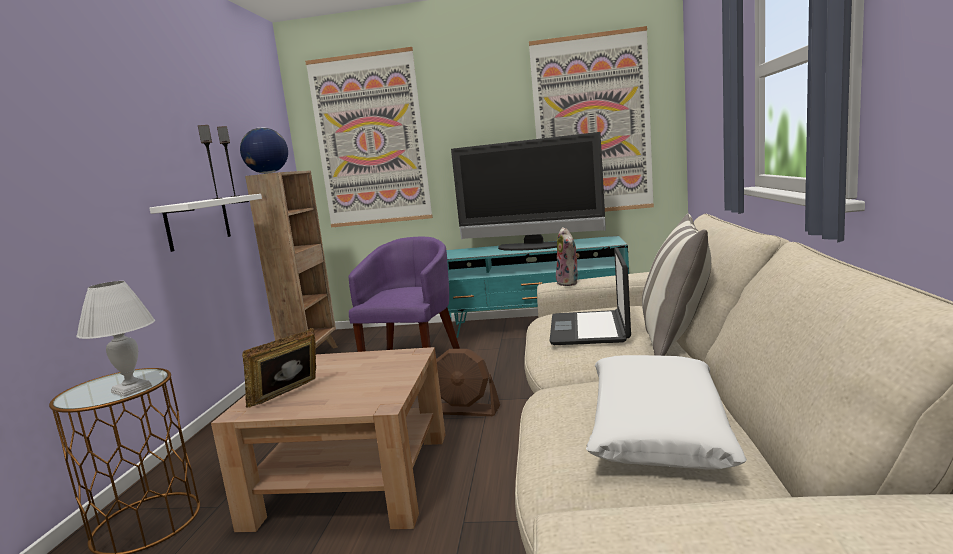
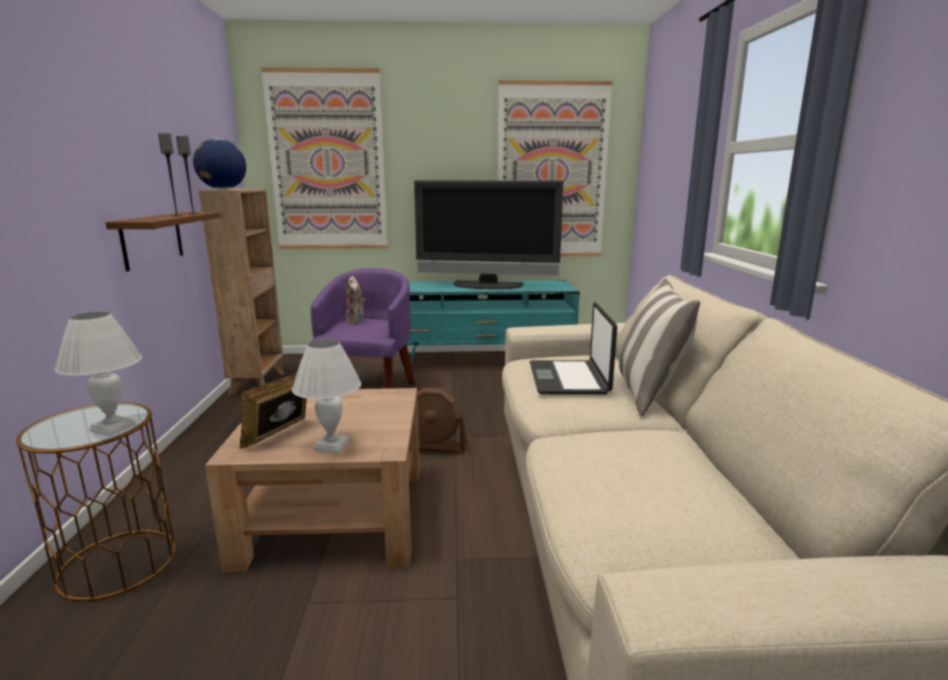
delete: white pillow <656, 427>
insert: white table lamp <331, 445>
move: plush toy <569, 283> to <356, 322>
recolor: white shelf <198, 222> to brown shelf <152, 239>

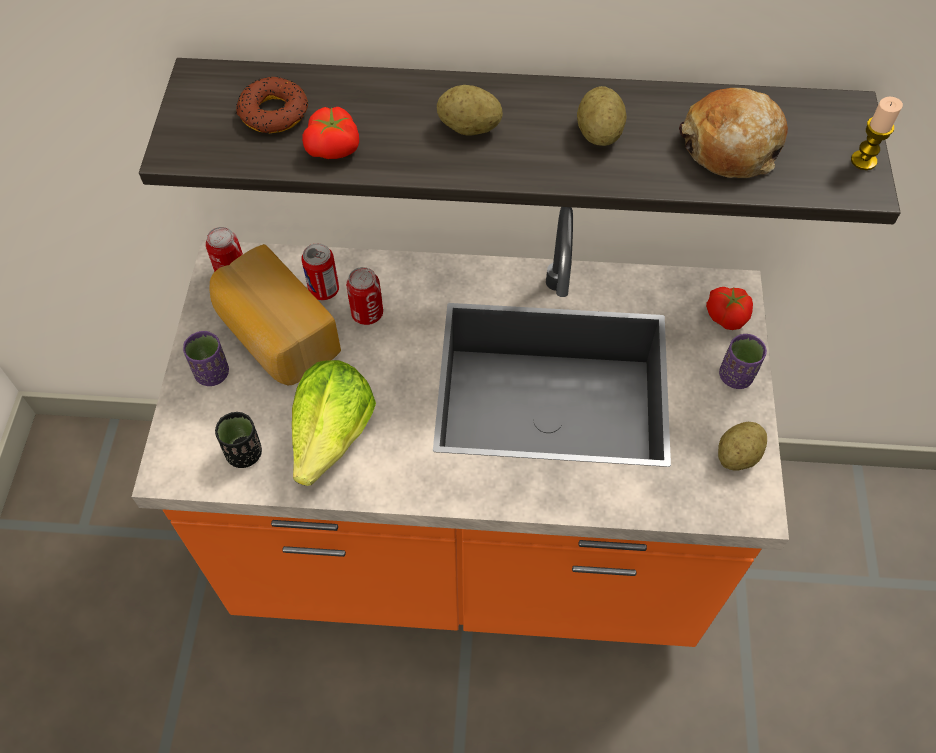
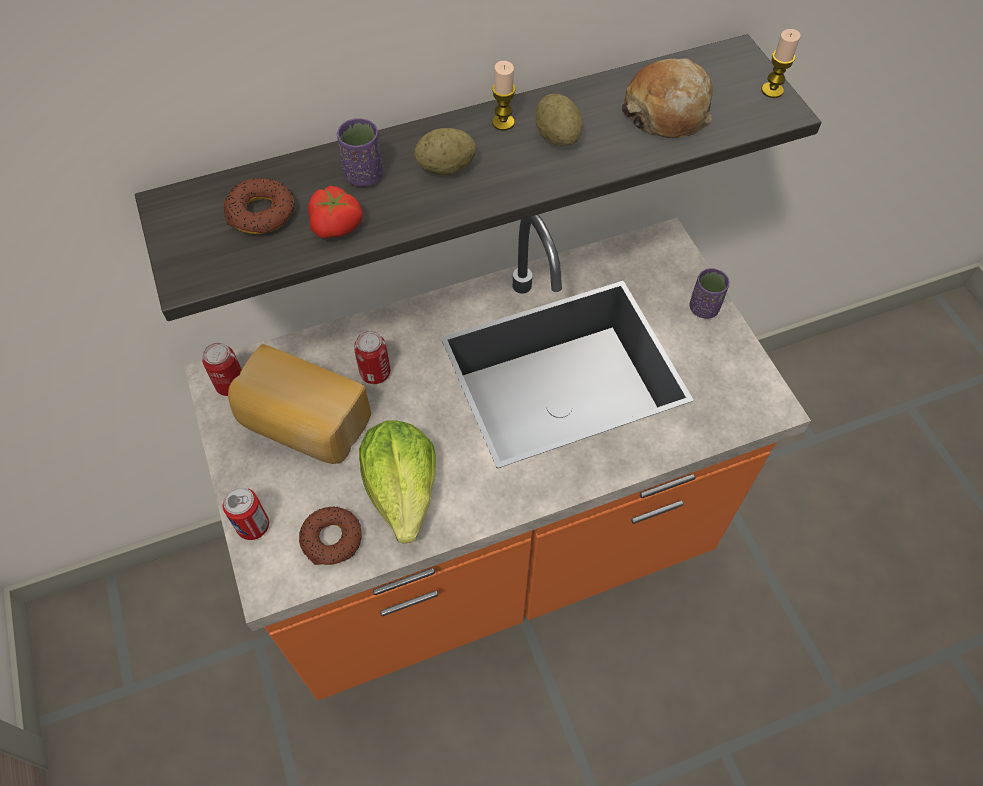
delete: tomato <727, 315>; potato <737, 455>
insert: candle <503, 122>
move: can <324, 290> to <253, 526>; purple cup <212, 373> to <364, 175>
replace: black cup <244, 453> to donut <332, 539>

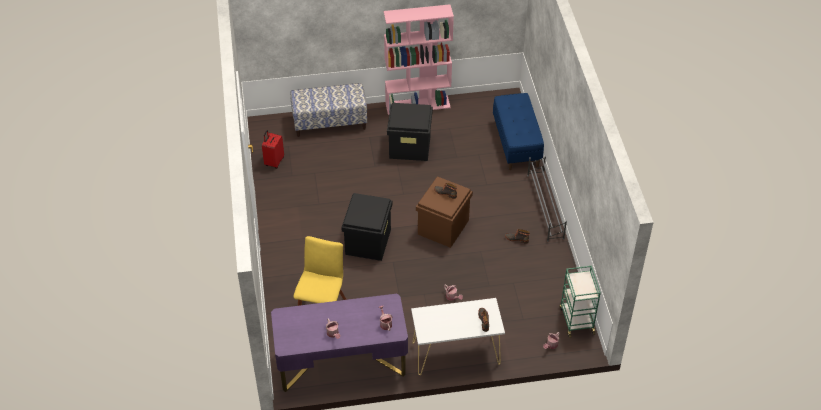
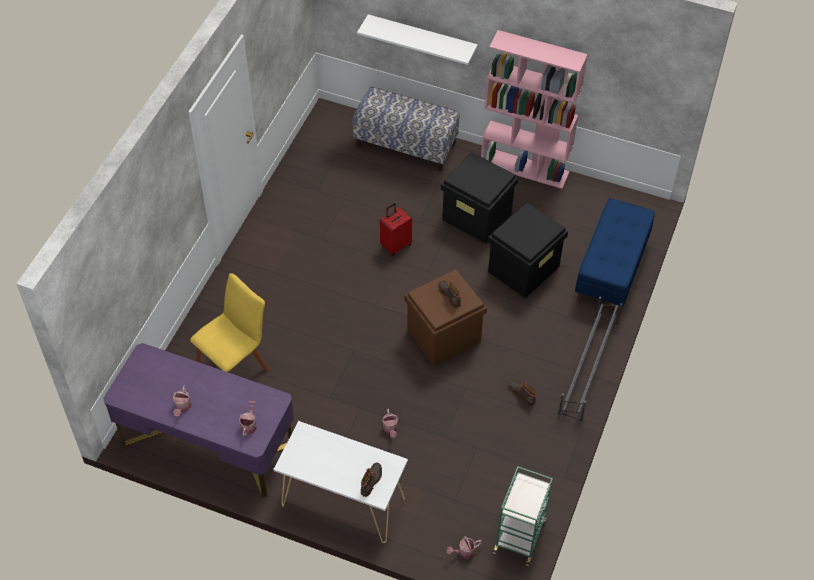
insert: white shelf <422, 38>
move: red suitcase <274, 162> to <395, 245>; black storage box <368, 241> to <524, 268>

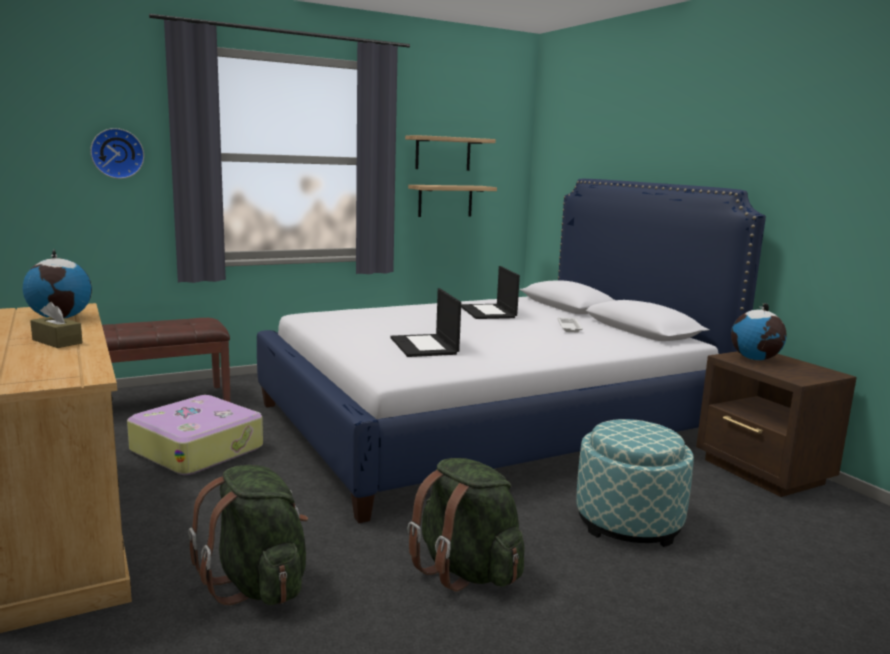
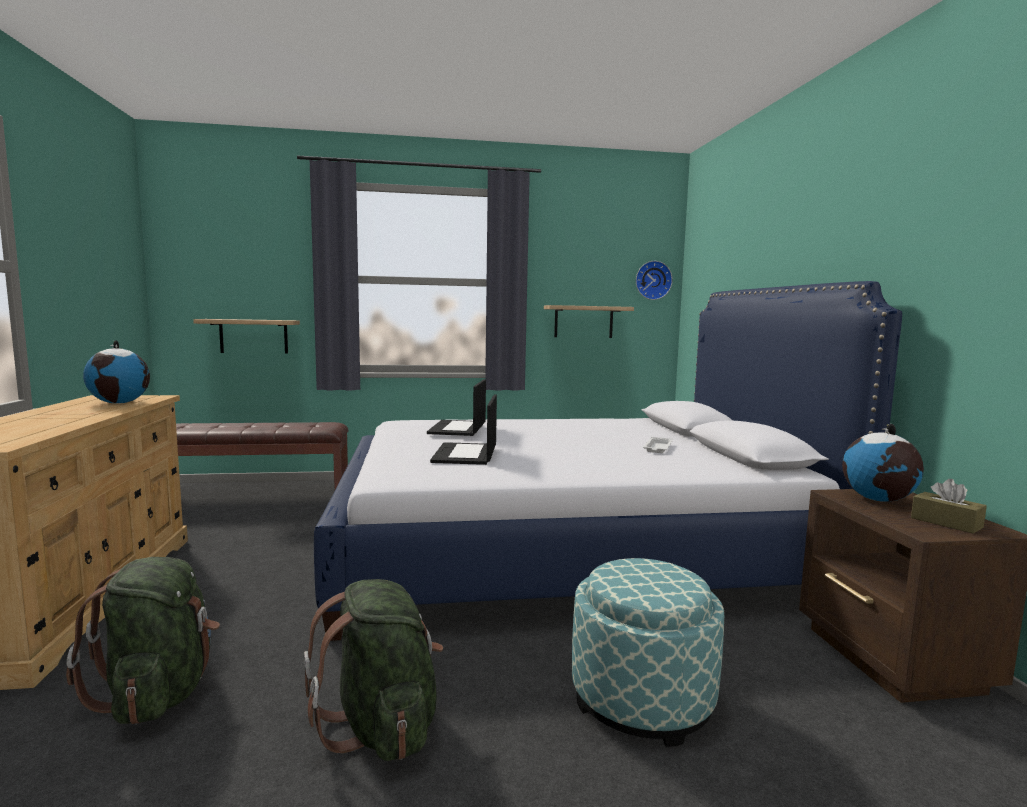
delete: suitcase <198, 448>
move: wall clock <117, 153> to <652, 280>; shelf <443, 153> to <254, 336>; laptop <488, 312> to <458, 429>; brown tissue box <57, 341> to <946, 522>

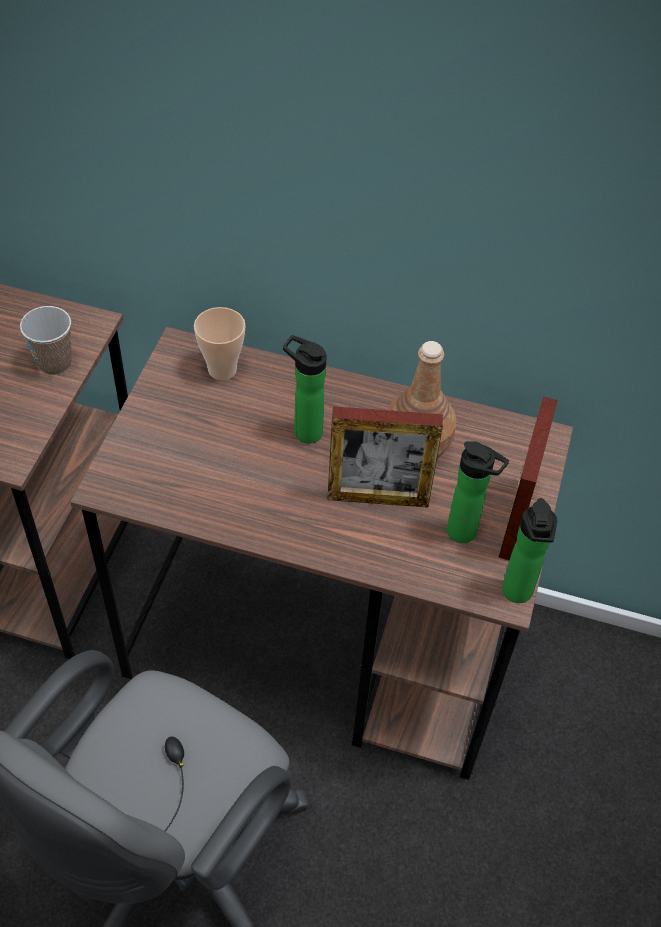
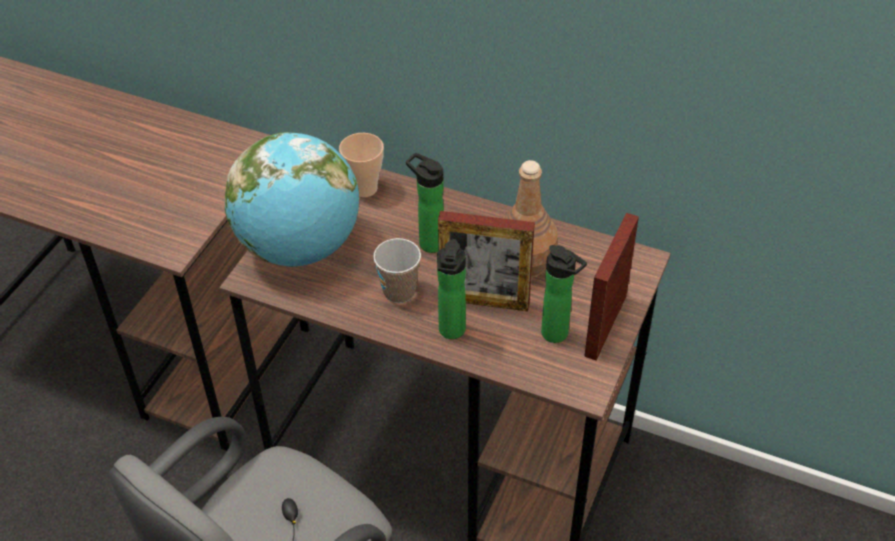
insert: globe <300, 247>
move: cup <54, 363> to <399, 292>; bottle <517, 595> to <451, 333>

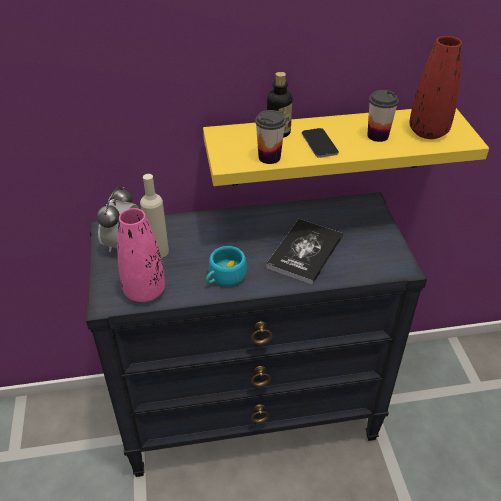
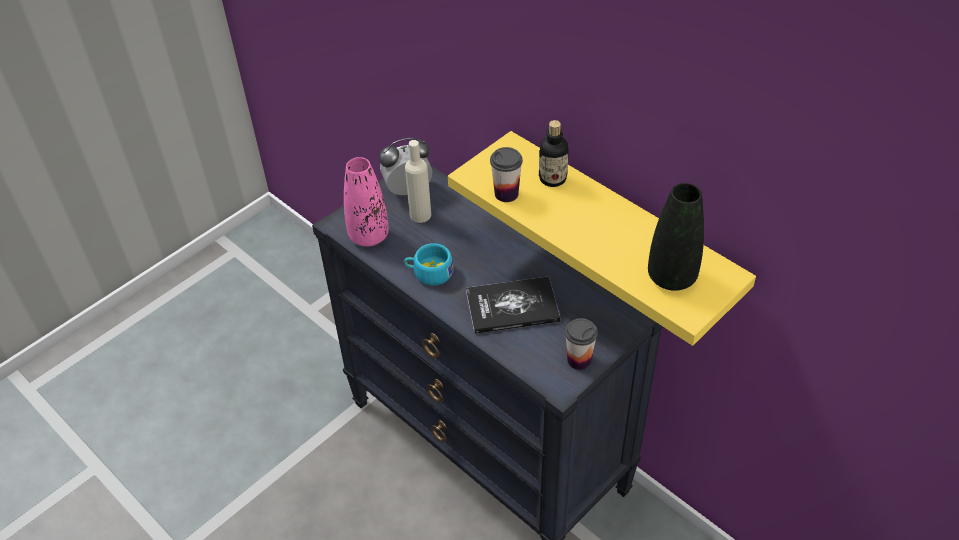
delete: phone <319, 144>
move: cup <377, 136> to <579, 360>
recolor: red vase <428, 132> to black vase <671, 277>

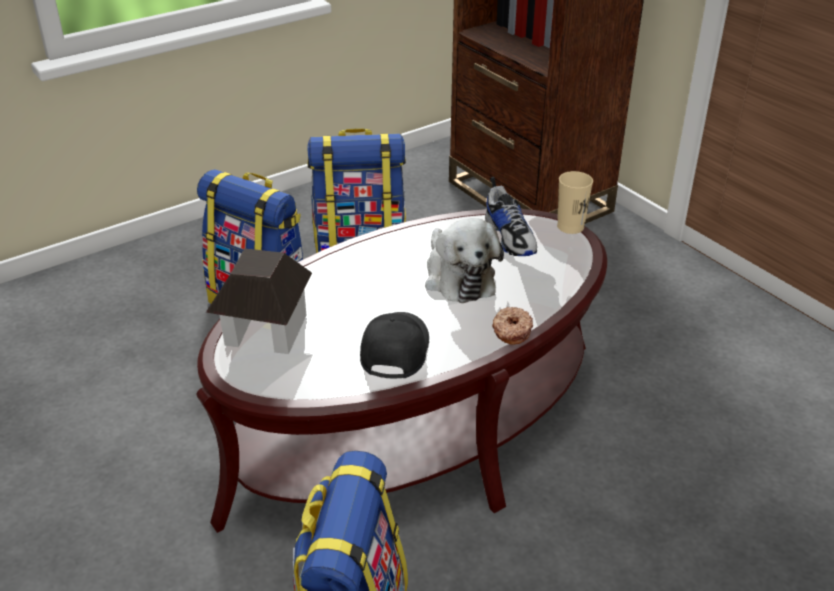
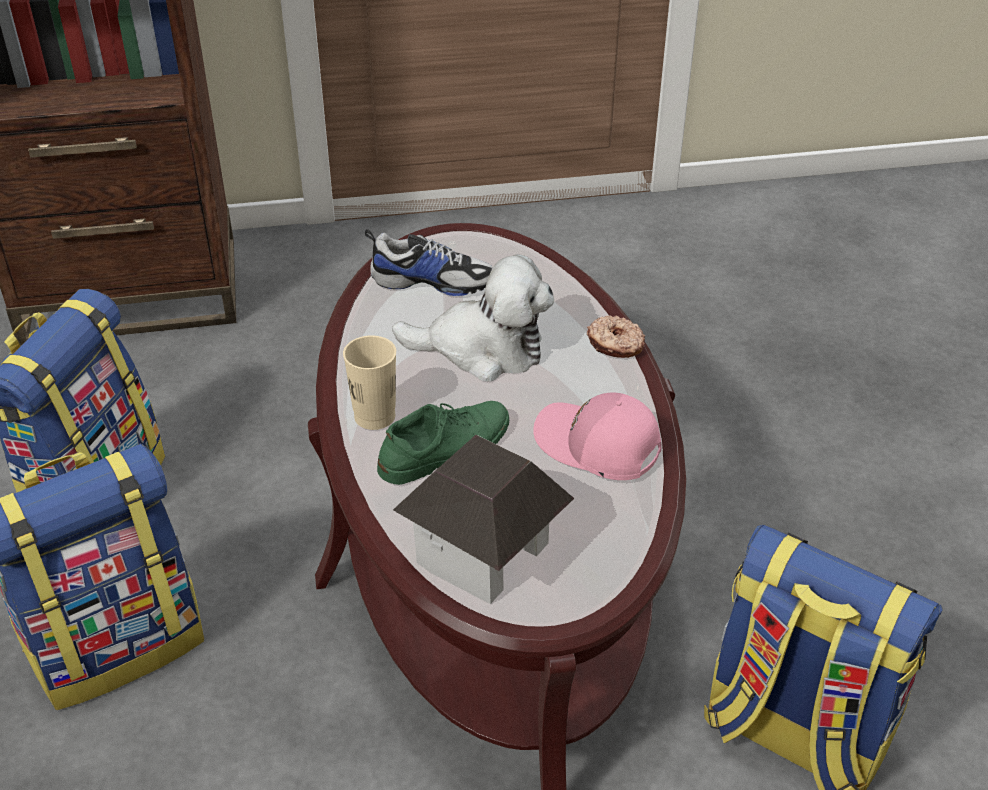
insert: green shoe <445, 449>
move: beige cup <570, 227> to <374, 416>
recolor: black cap <393, 351> to pink cap <597, 447>

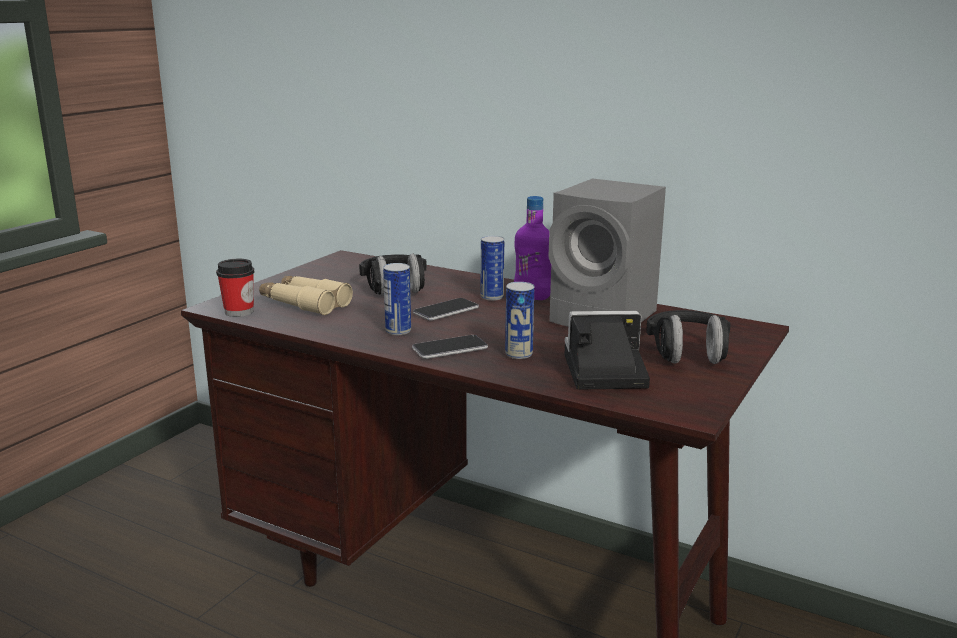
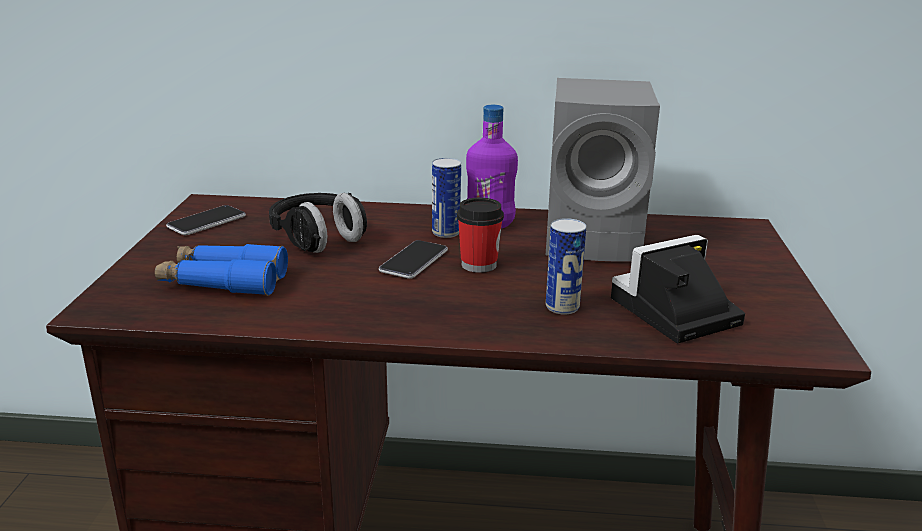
delete: can <398, 331>; black headphones <687, 353>
move: cup <239, 312> to <479, 265>; phone <450, 348> to <207, 222>
recolor: beige binoculars <305, 303> to blue binoculars <223, 281>

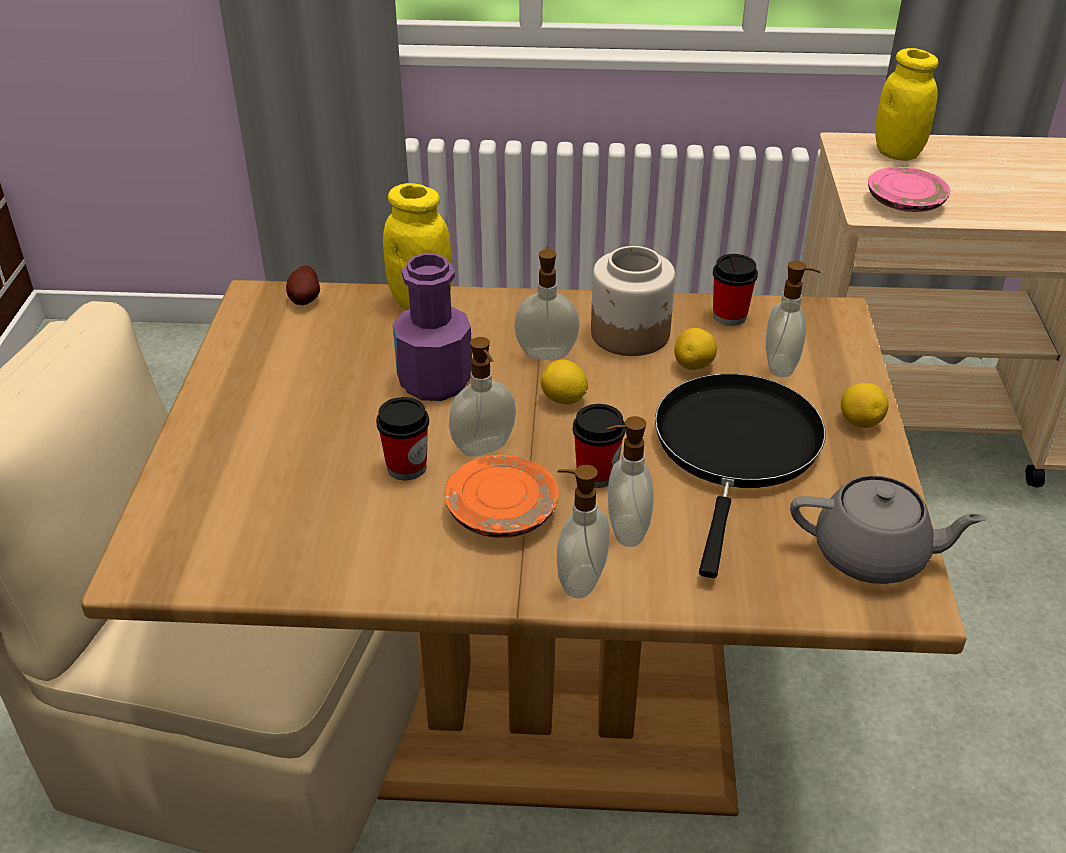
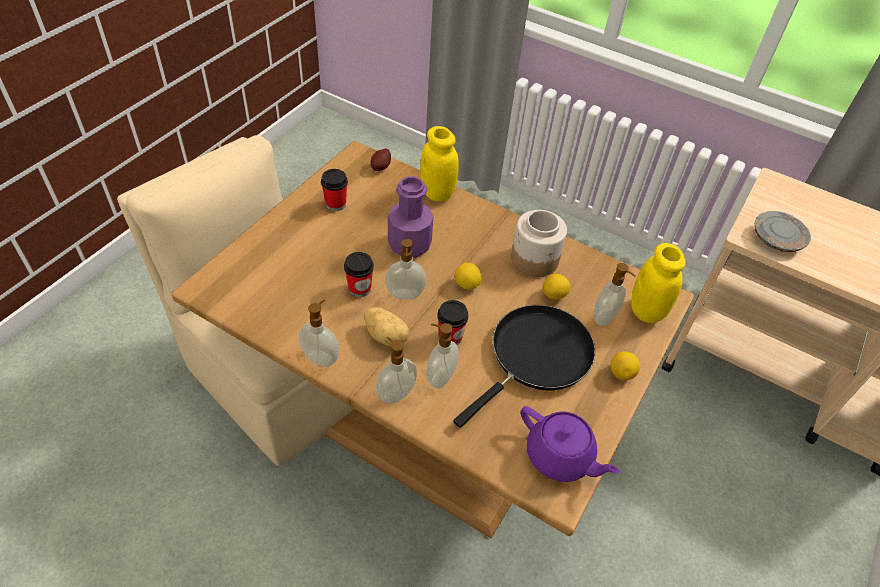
move: yellow jar <897, 153> to <646, 311>; soap dispenser <546, 353> to <321, 357>; cup <729, 316> to <335, 204>
replace: orange plate <502, 511> to potato <387, 336>
recolor: pink plate <905, 202> to grey plate <777, 239>; grey teapot <872, 556> to purple teapot <560, 457>

